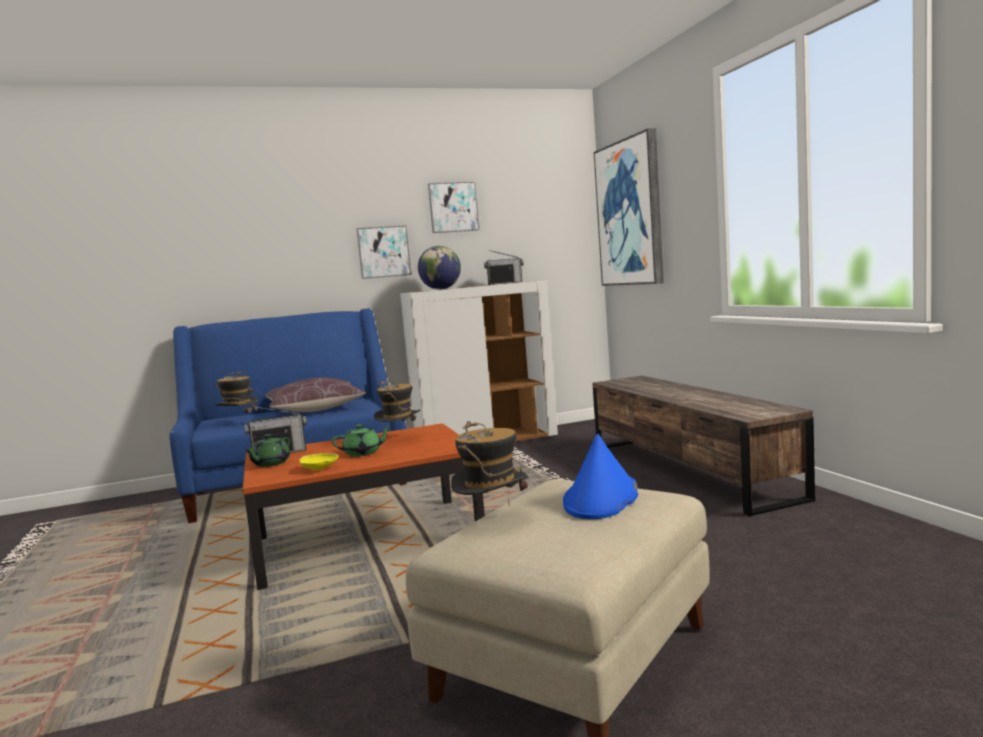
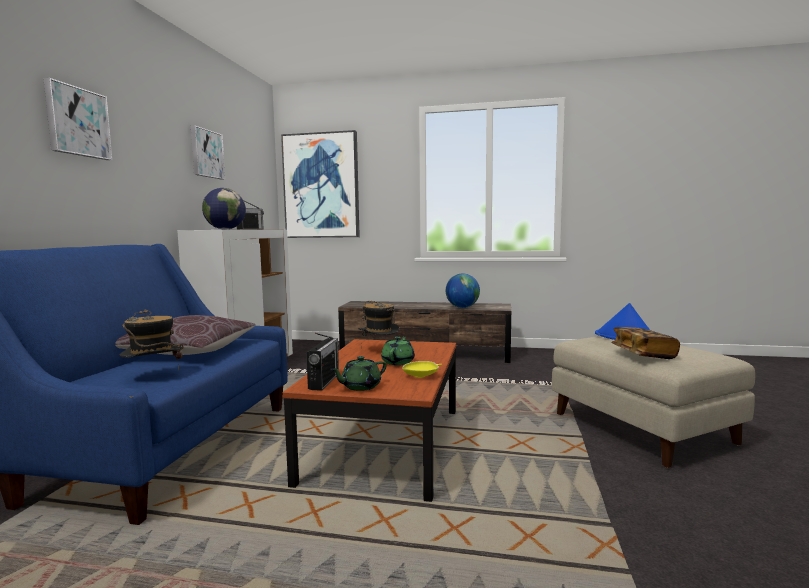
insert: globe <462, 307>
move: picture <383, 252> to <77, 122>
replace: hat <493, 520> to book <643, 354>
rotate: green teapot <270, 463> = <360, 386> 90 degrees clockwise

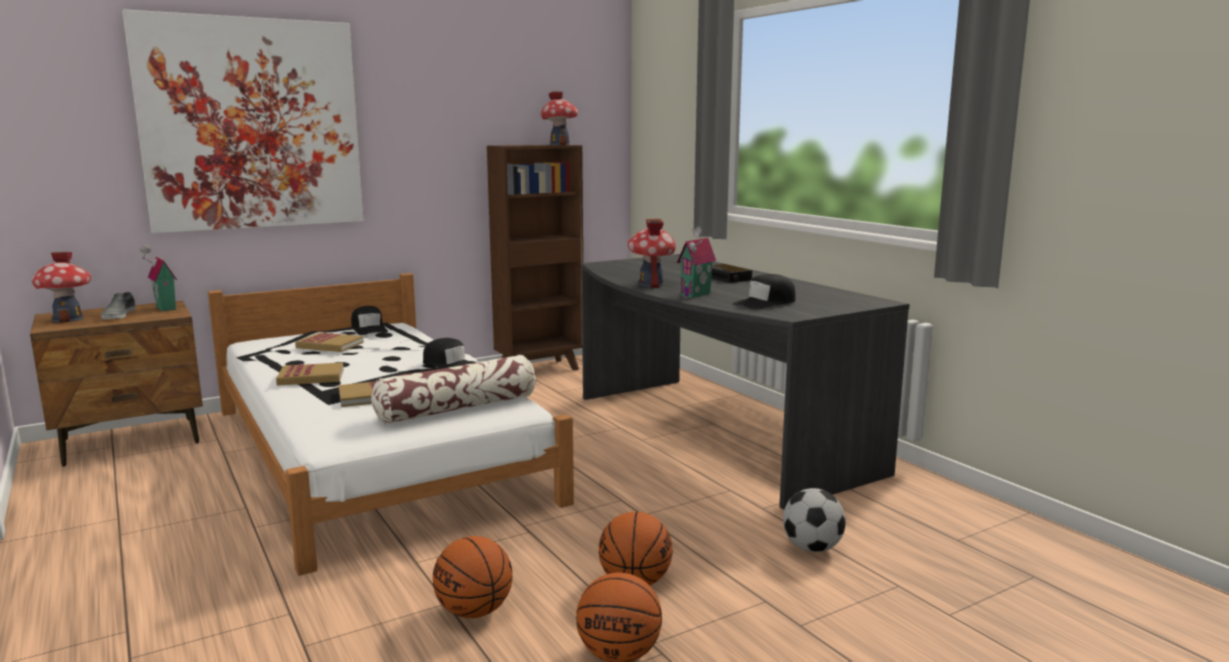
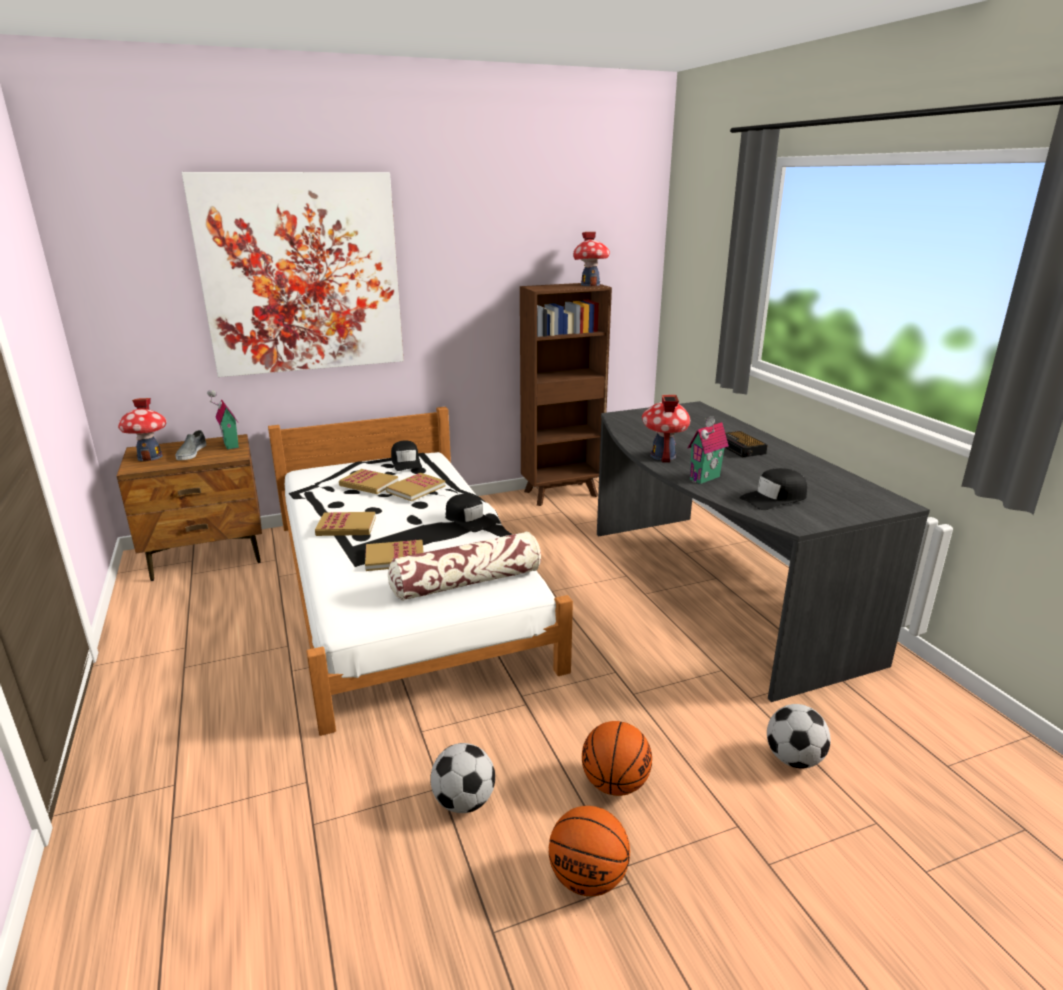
insert: book <416, 489>
replace: basketball <474, 611> to football <463, 802>

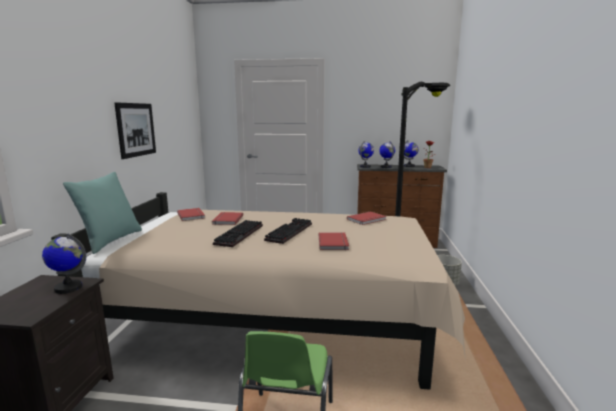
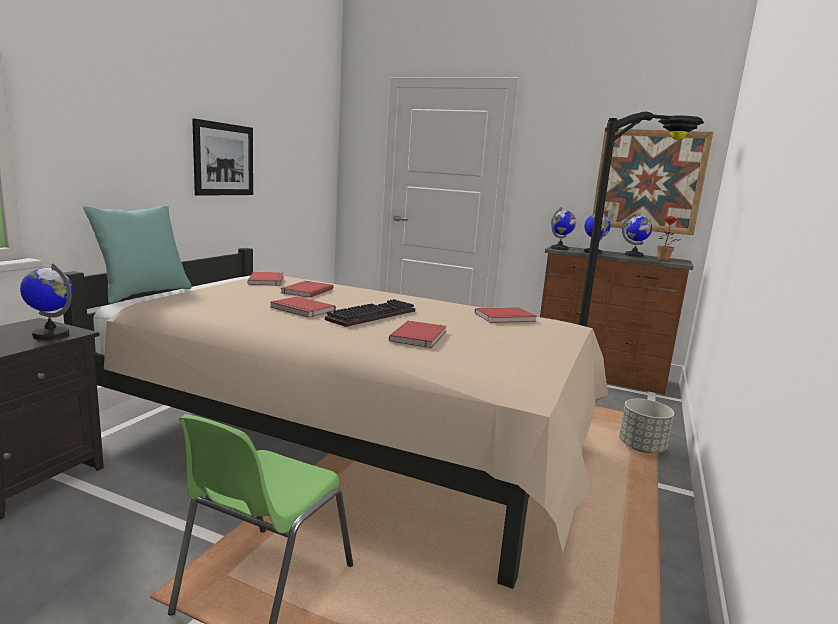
insert: picture <648, 181>
replace: keyboard <240, 235> to red book <301, 309>

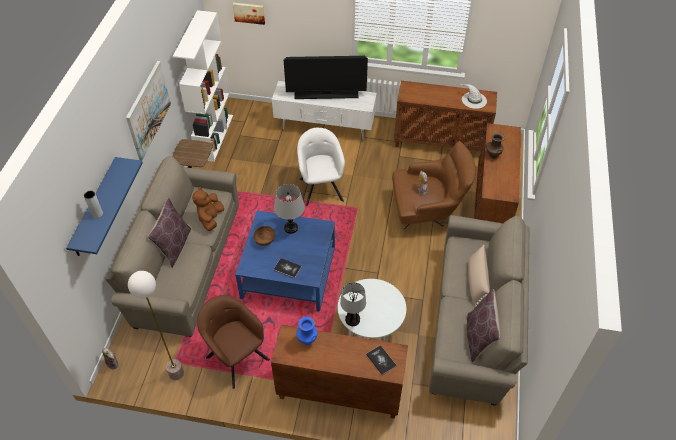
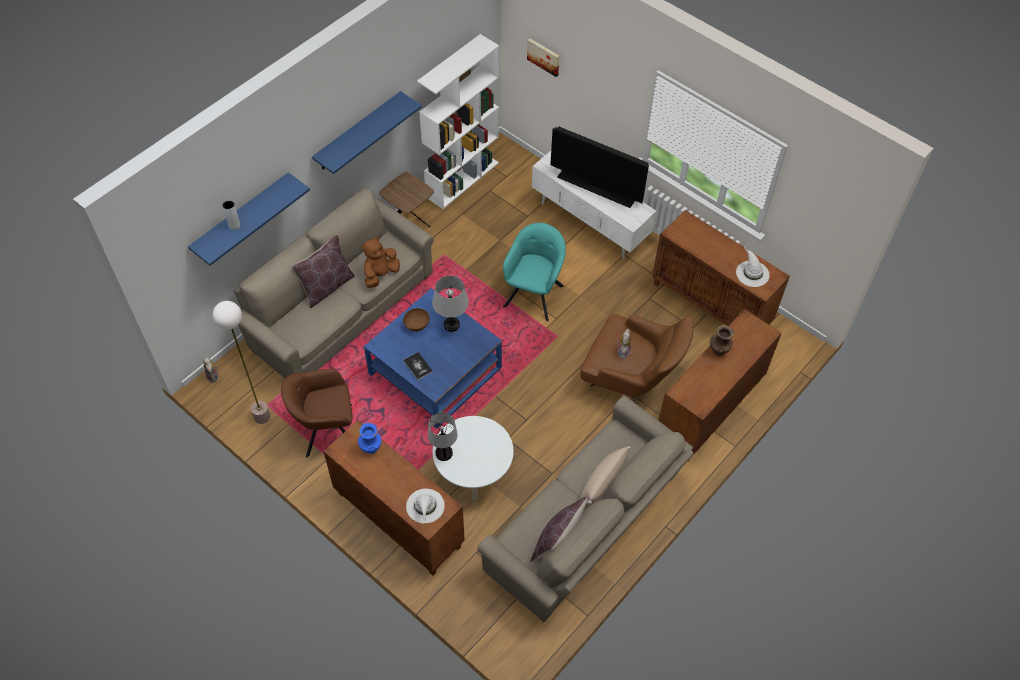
replace: picture <148, 110> to blue shelf <358, 132>; book <381, 360> to white hat <425, 506>
recolor: white armchair <321, 188> to turquoise armchair <534, 294>
rotate: brown armchair <236, 357> = <326, 430> 90 degrees counterclockwise

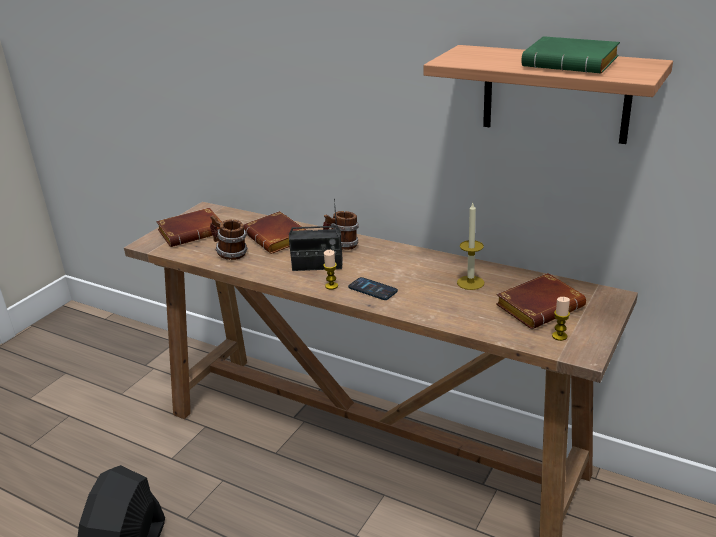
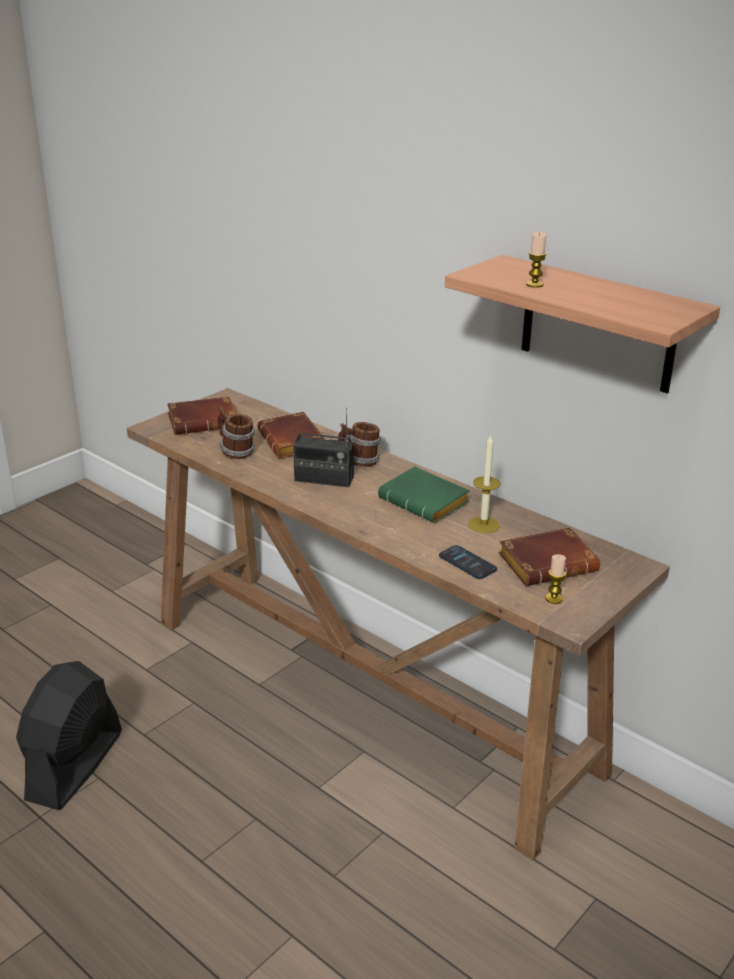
move: green book <573, 64> to <427, 502>; candle <331, 286> to <534, 284>; phone <372, 289> to <467, 563>

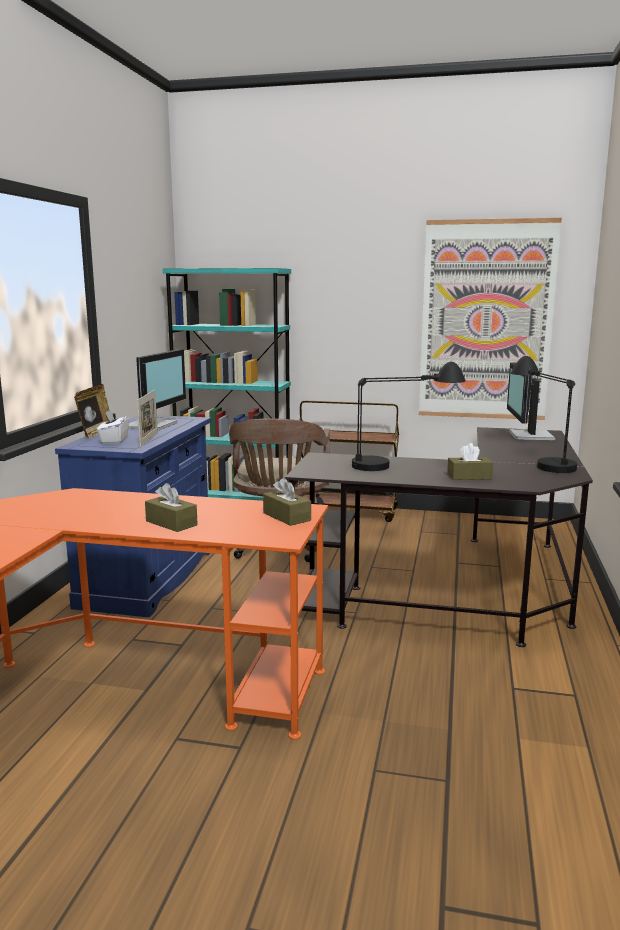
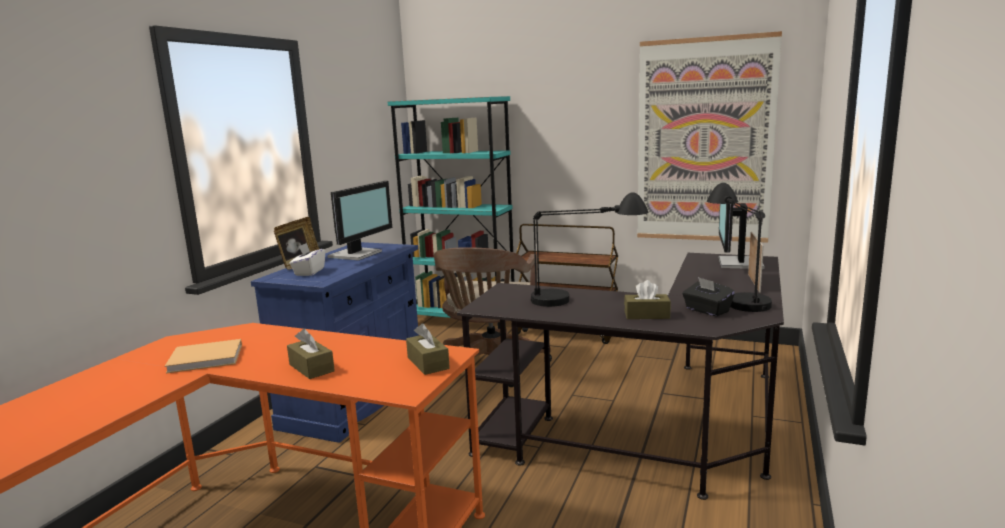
insert: black tissue box <707, 310>; beige book <208, 358>
move: picture frame <149, 440> to <754, 283>

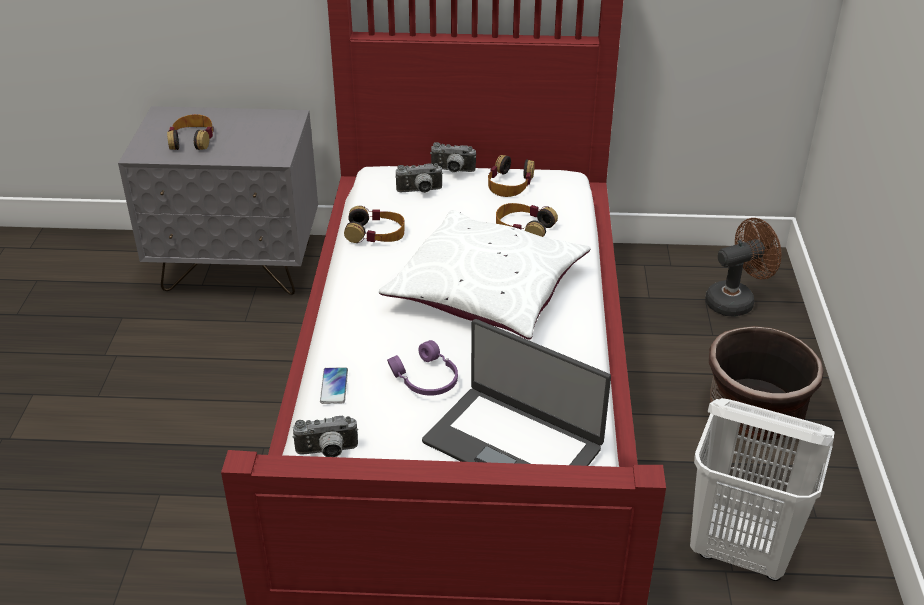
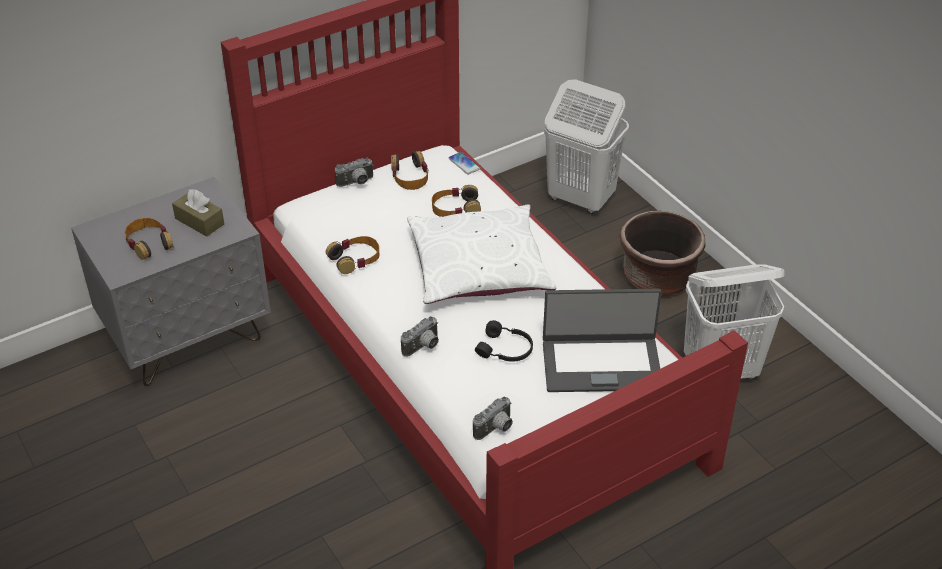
insert: brown tissue box <199, 221>
move: photo camera <420, 191> to <423, 347>; phone <334, 386> to <464, 164>
replace: brown fan <736, 300> to white laundry basket <580, 199>
recolor: purple headphones <425, 379> to black headphones <505, 350>

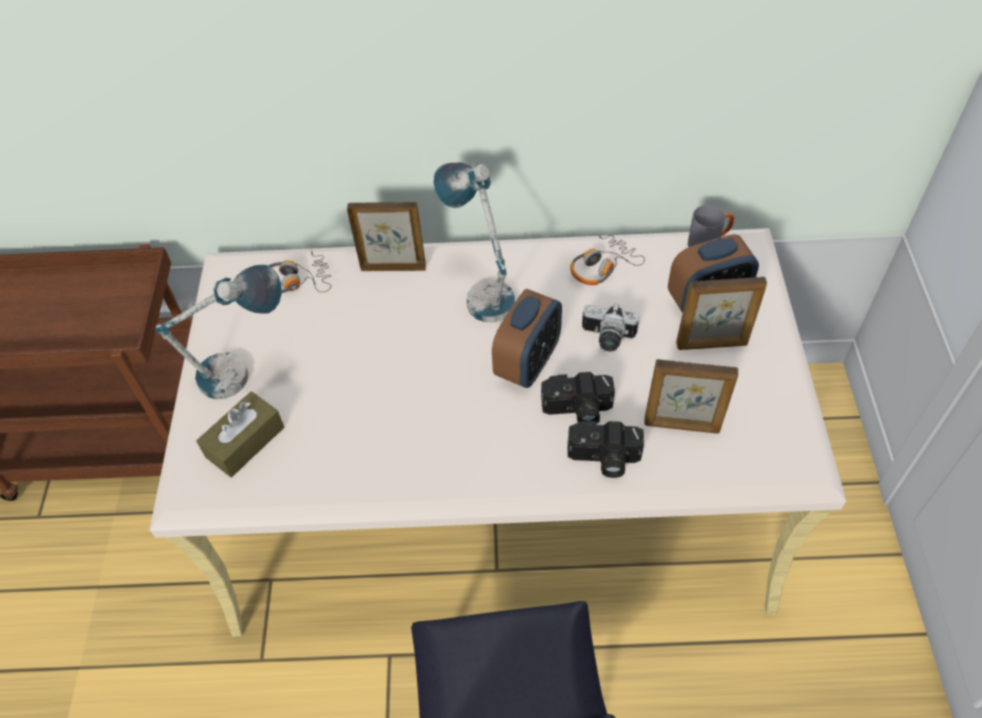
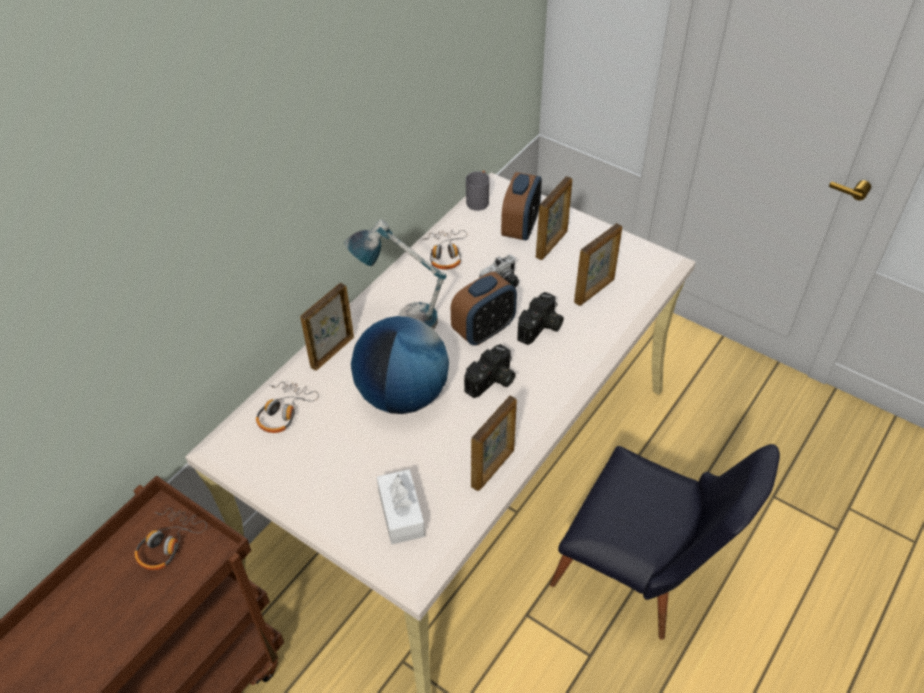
delete: table lamp <246, 373>
insert: globe <402, 395>; picture frame <493, 468>; headphones <168, 543>
move: photo camera <603, 459> to <492, 382>
recolor: brown tissue box <245, 442> to white tissue box <401, 513>
rotate: alarm clock <528, 363> = <484, 330> 75 degrees clockwise

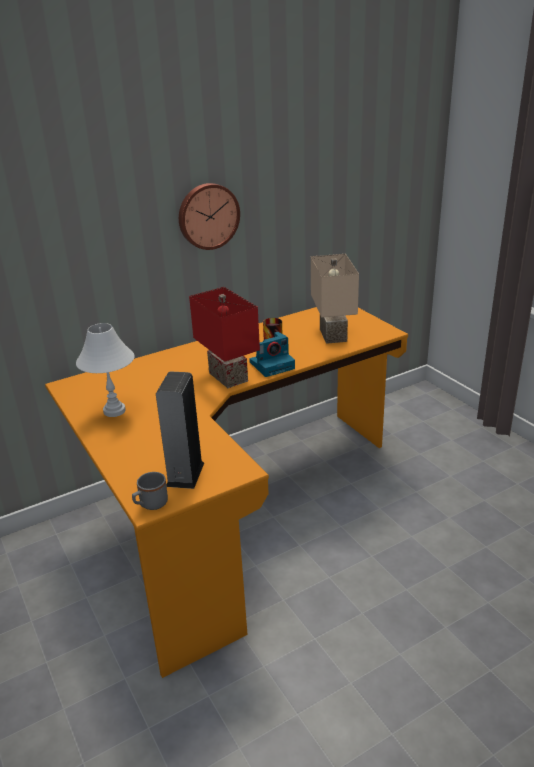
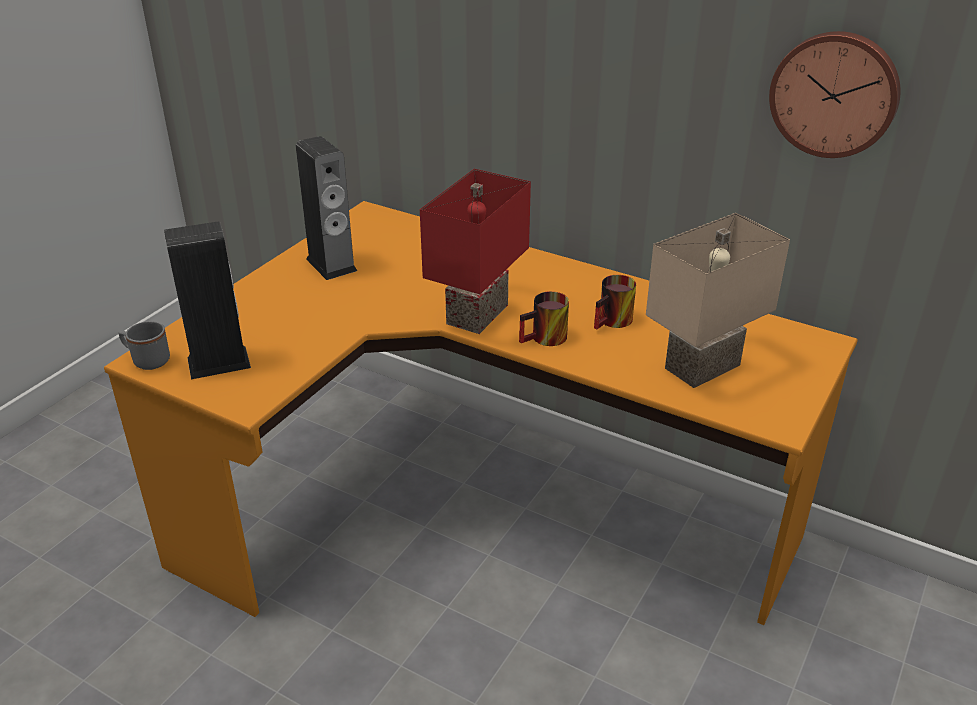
move: wall clock <208, 216> to <835, 93>
replace: white table lamp <114, 411> to speaker <331, 265>; photo camera <272, 365> to mug <545, 340>

